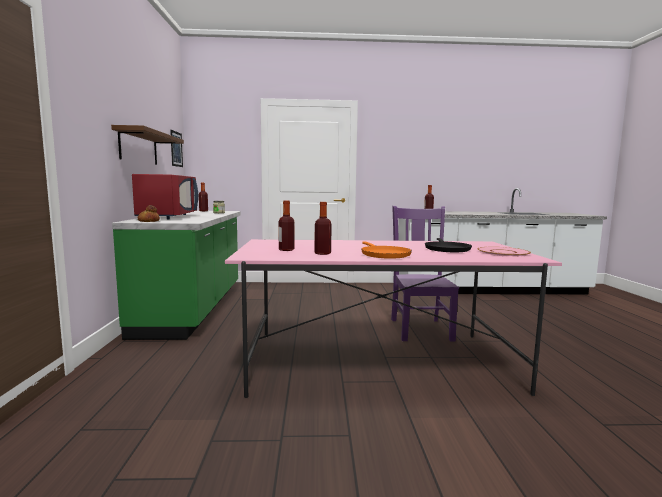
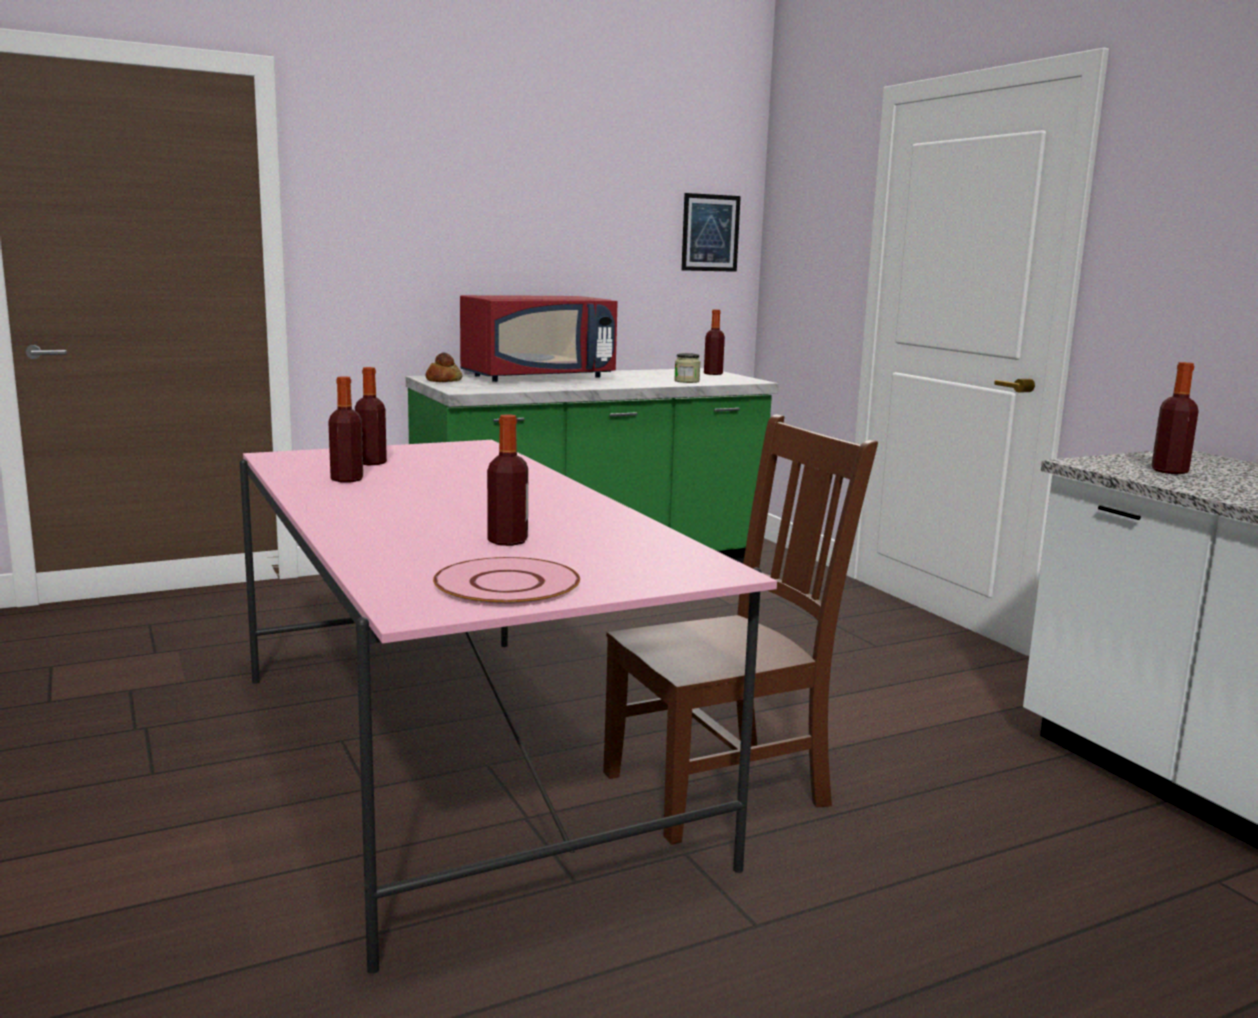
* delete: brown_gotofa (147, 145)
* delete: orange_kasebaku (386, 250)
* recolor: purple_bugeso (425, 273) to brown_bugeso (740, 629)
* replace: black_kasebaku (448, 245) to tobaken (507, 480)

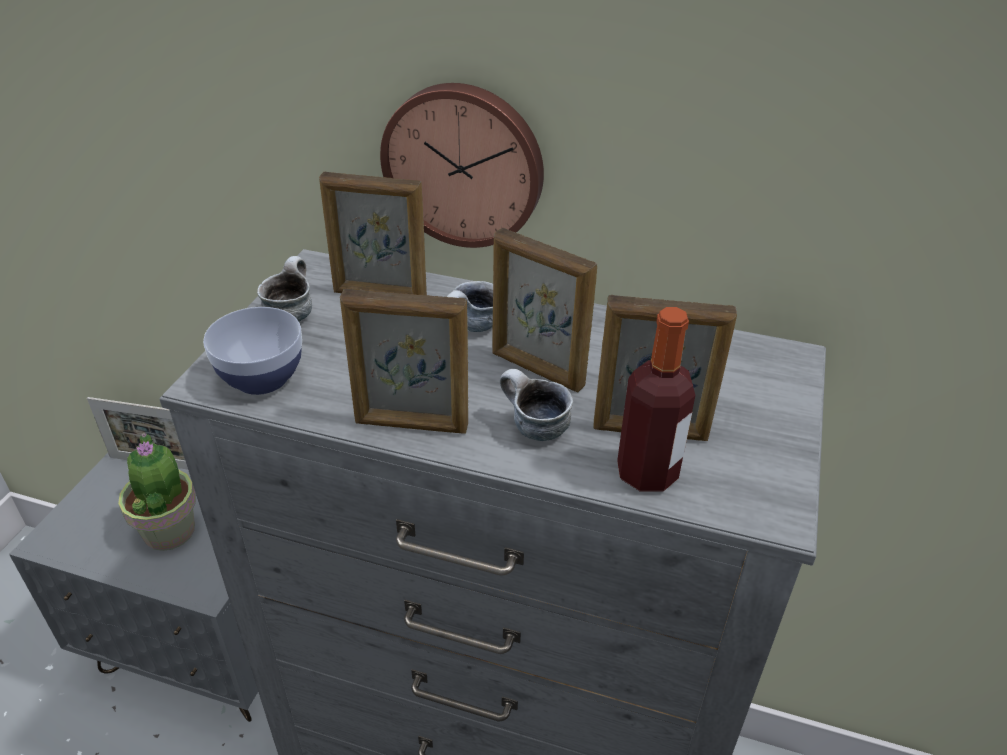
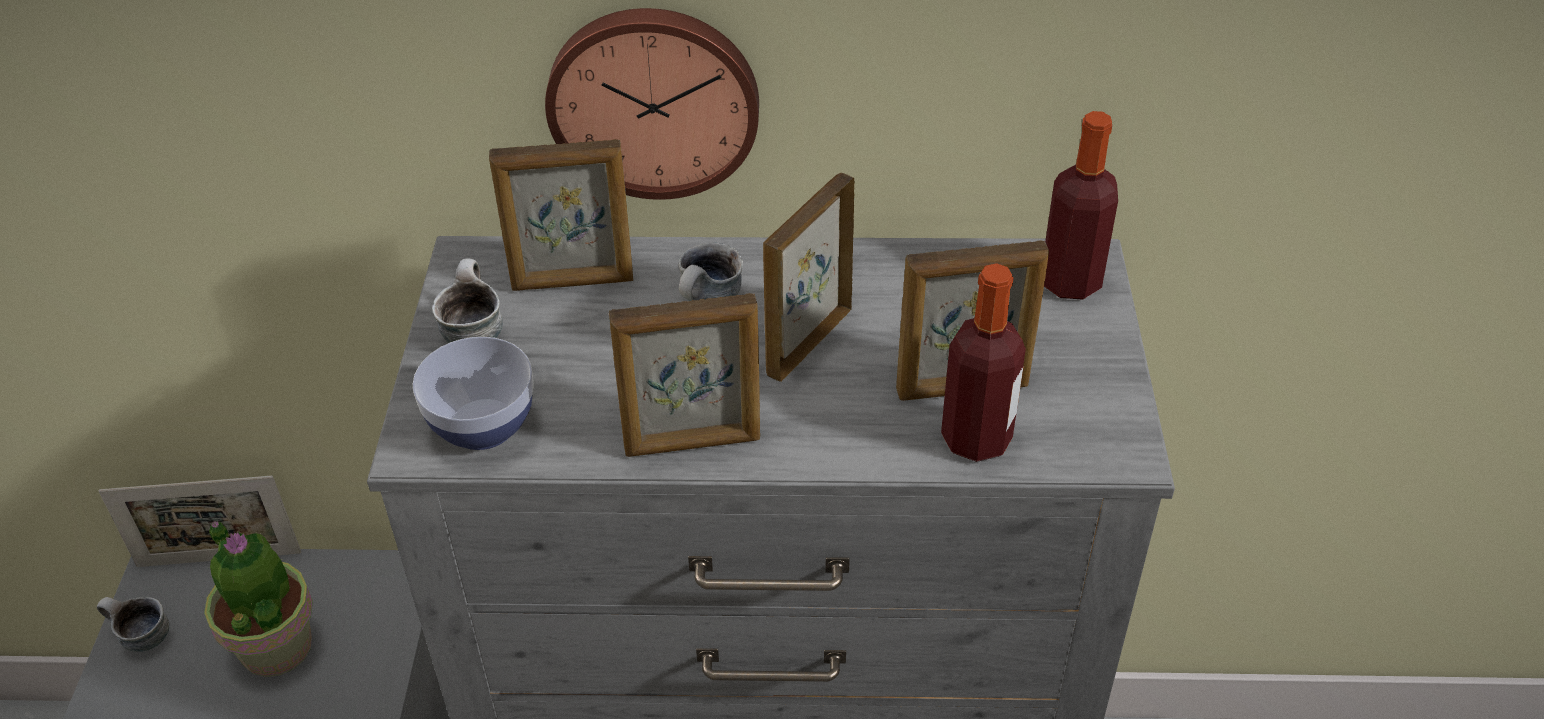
* rotate: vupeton (544, 310) = (809, 277) 105 degrees clockwise
* move: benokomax (536, 405) to (133, 624)
* insert: tobaken (1081, 205)

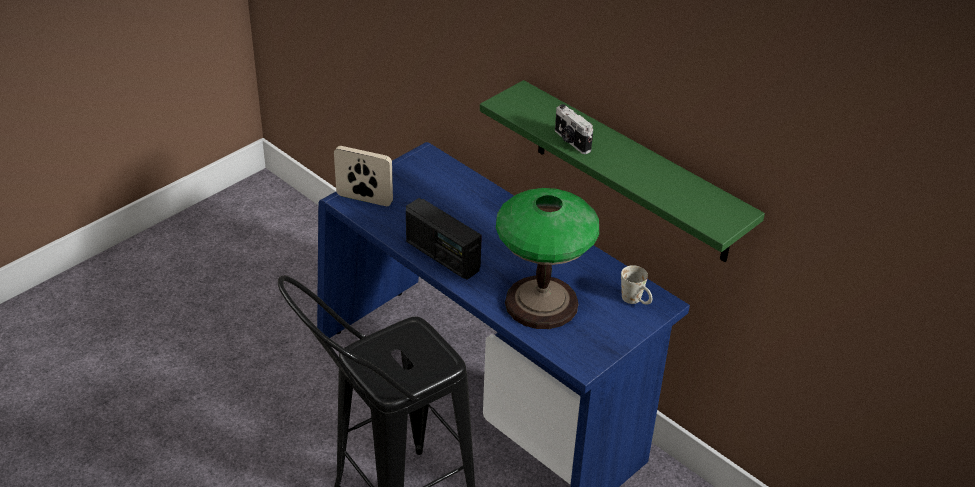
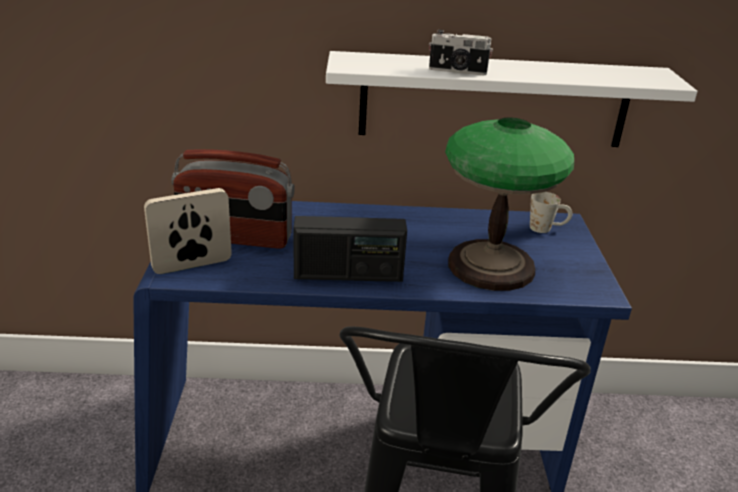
* recolor: green_gotofa (622, 171) to white_gotofa (511, 99)
* insert: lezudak (233, 199)

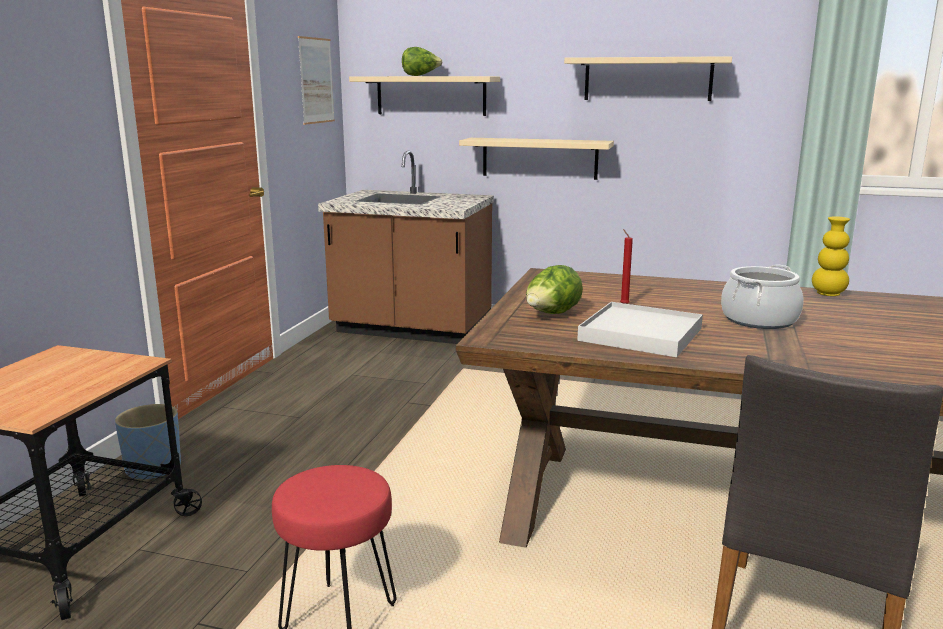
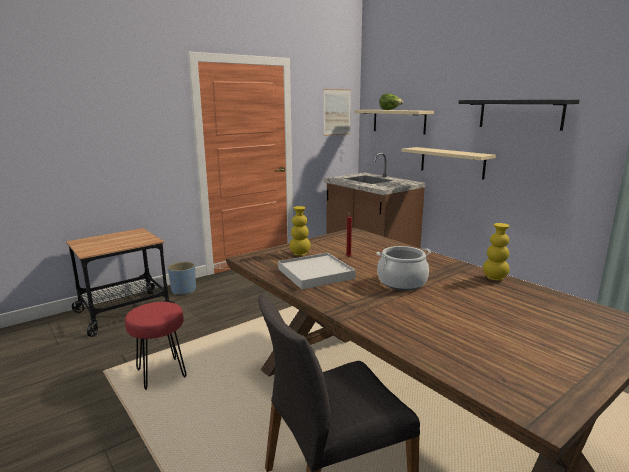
* replace: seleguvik (554, 289) to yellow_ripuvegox (300, 231)
* recolor: beige_gotofa (648, 78) to black_gotofa (519, 115)

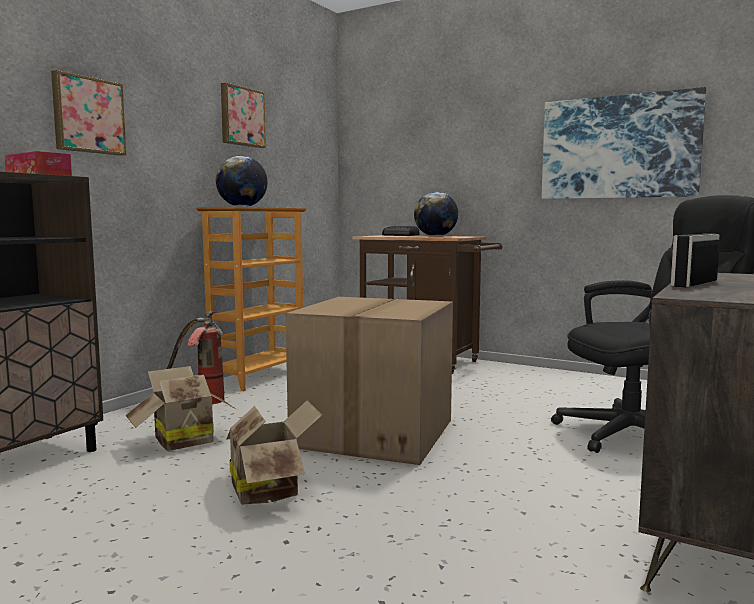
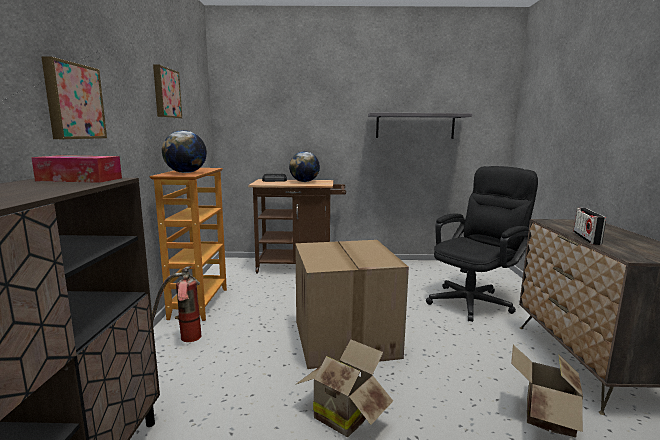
* move: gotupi (181, 408) to (547, 391)
* replace: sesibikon (624, 143) to grey_gotofa (420, 125)

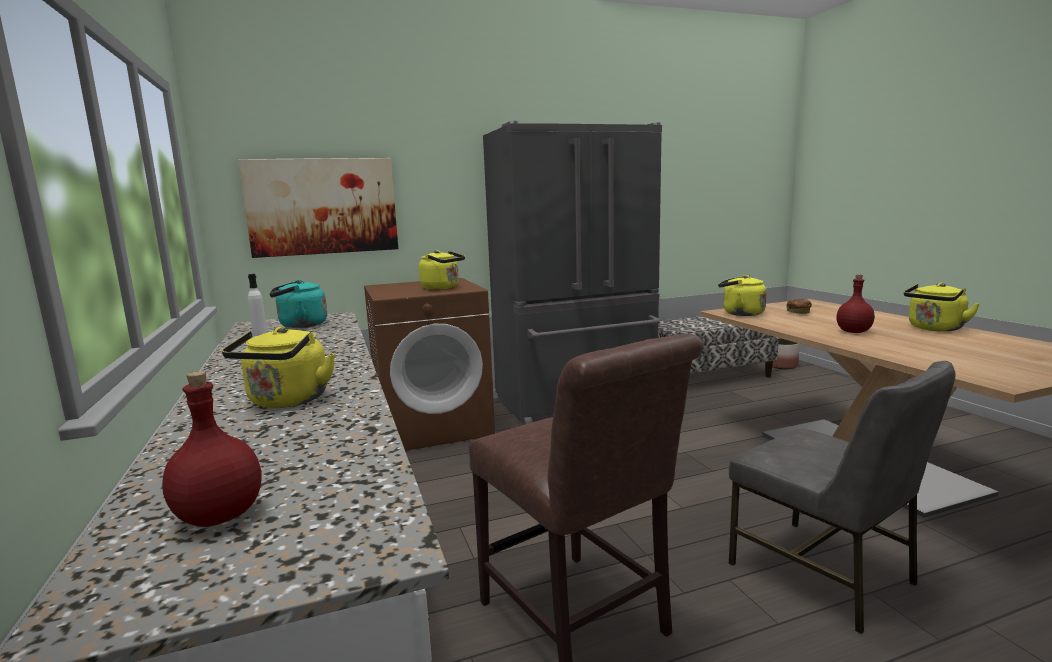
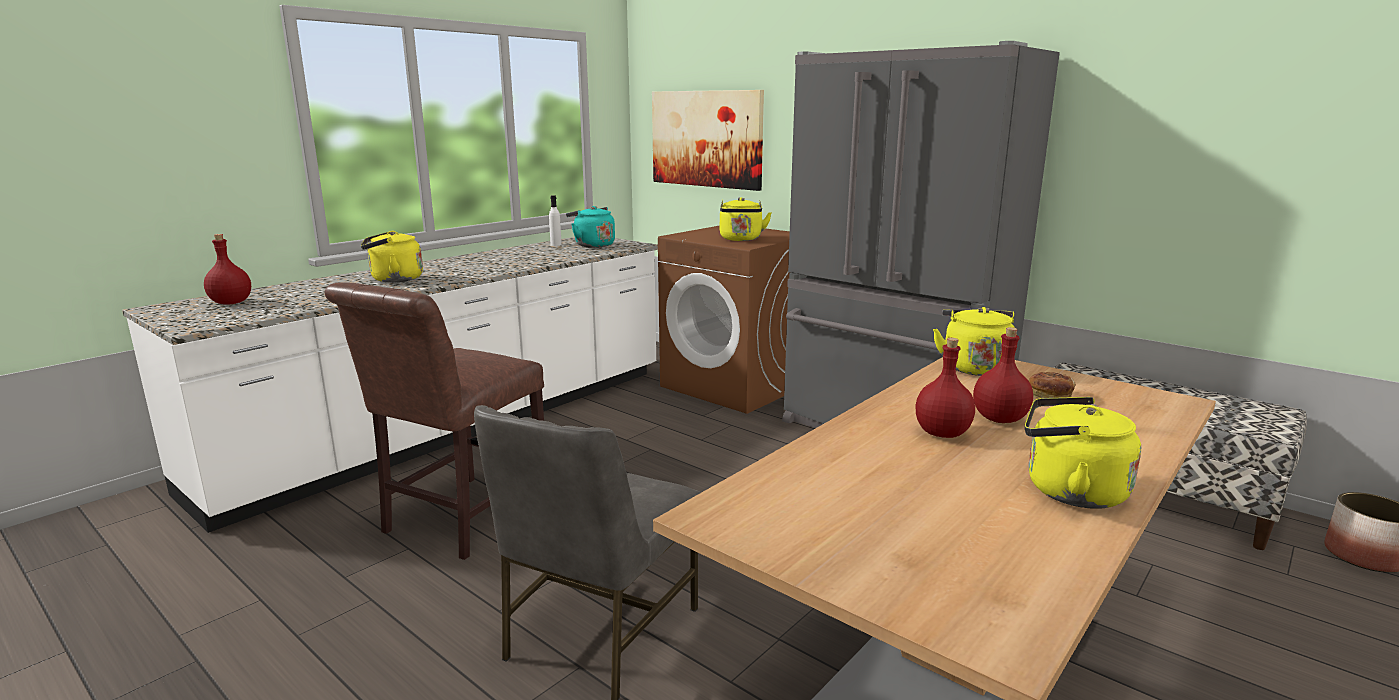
* insert: red_tobaken (1003, 375)

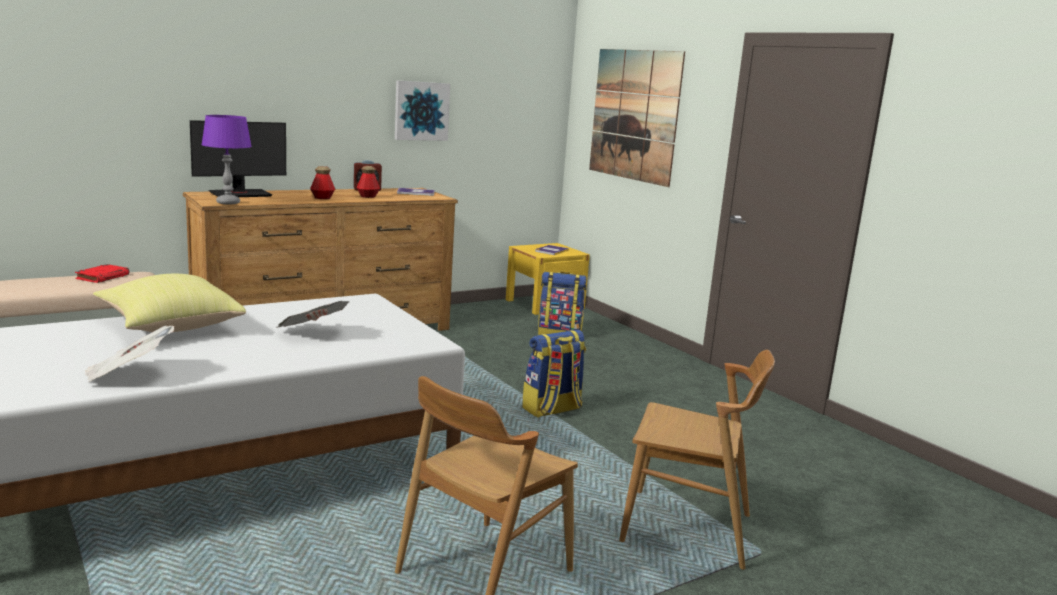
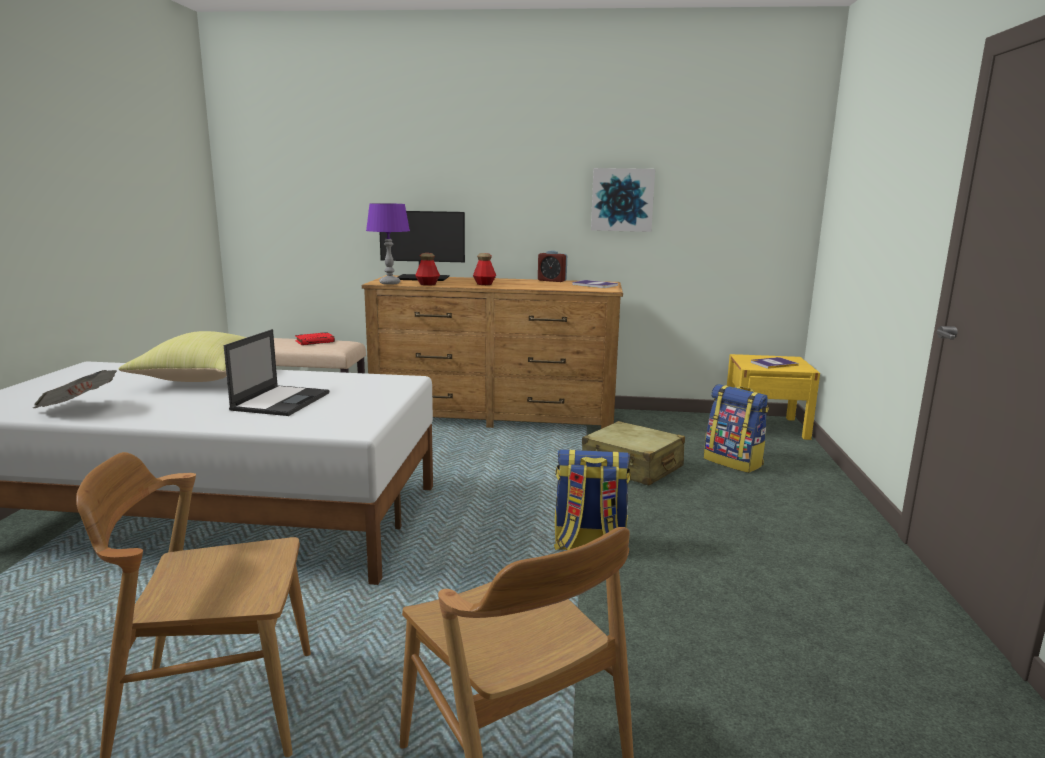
* replace: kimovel (313, 314) to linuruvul (276, 372)
* move: tobaken (368, 182) to (427, 269)
* delete: sesibikon (637, 118)
* insert: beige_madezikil (633, 453)

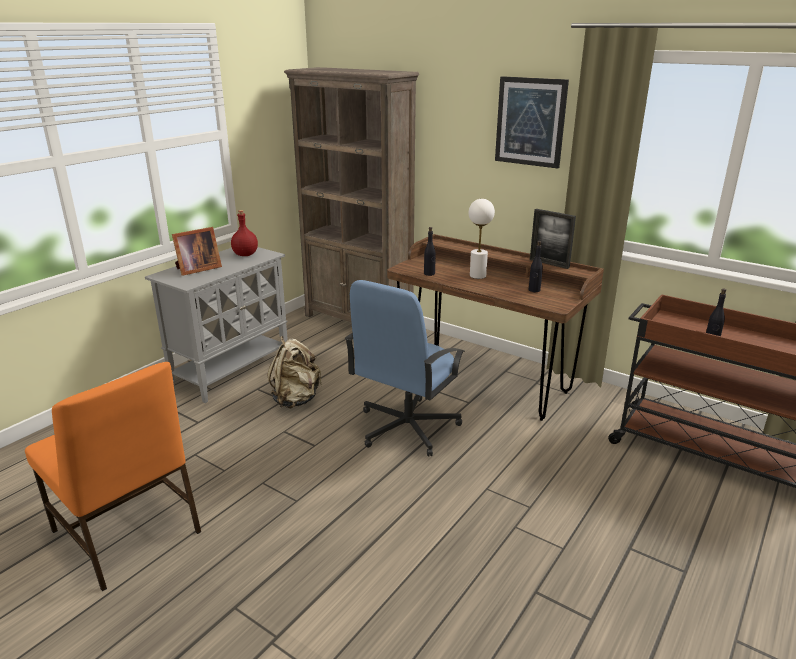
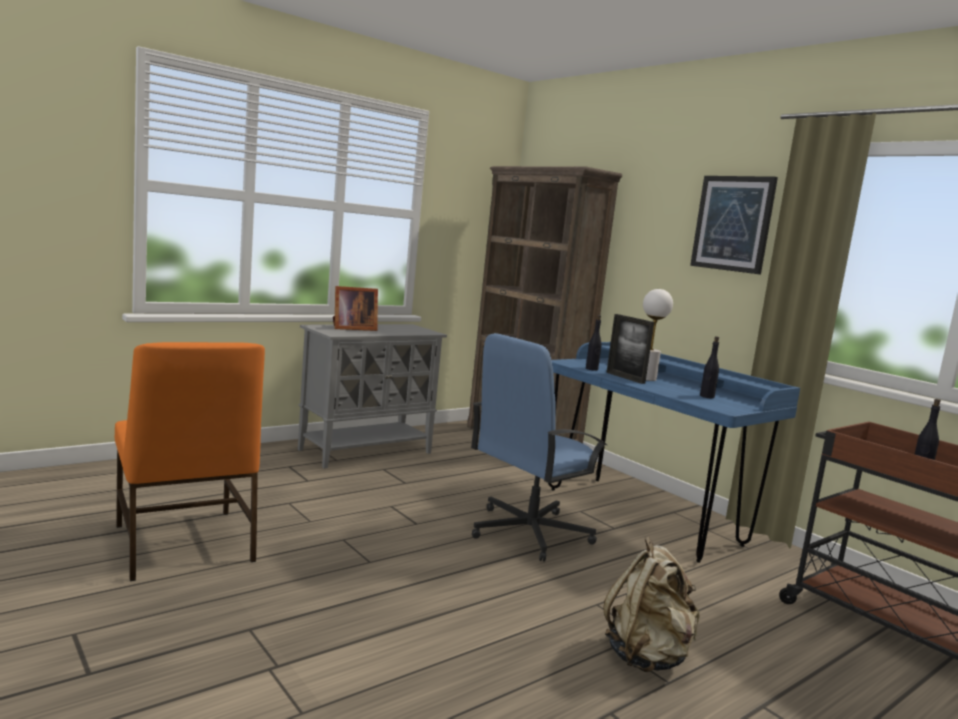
* delete: red_tobaken (244, 233)
* move: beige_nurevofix (294, 372) to (651, 604)
* recolor: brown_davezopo (495, 327) to blue_davezopo (674, 452)
* move: vupeton (553, 239) to (630, 349)

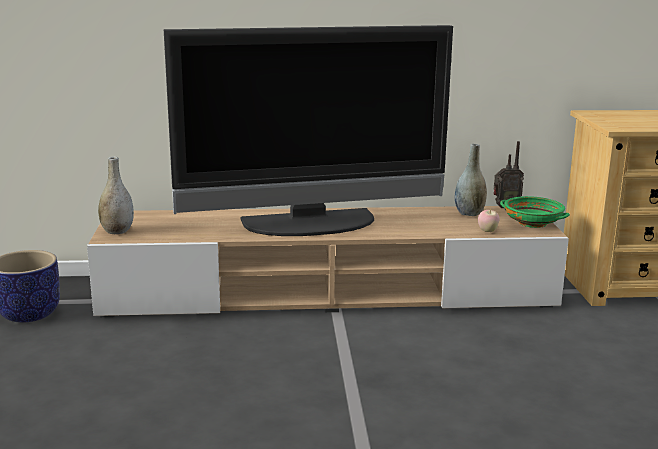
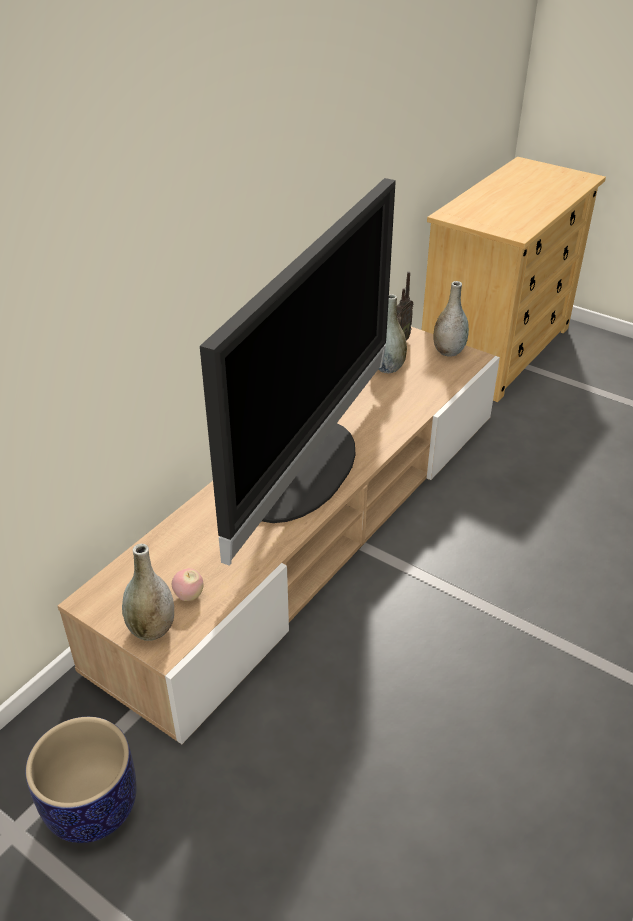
* move: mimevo (489, 220) to (187, 584)
* replace: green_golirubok (535, 212) to grey_ripuvegox (451, 319)

